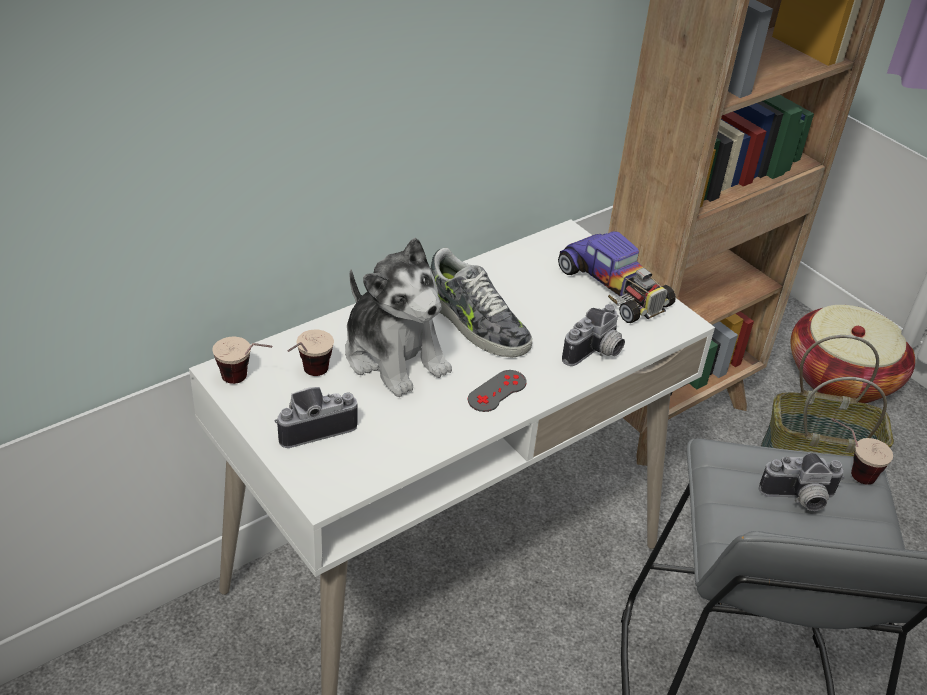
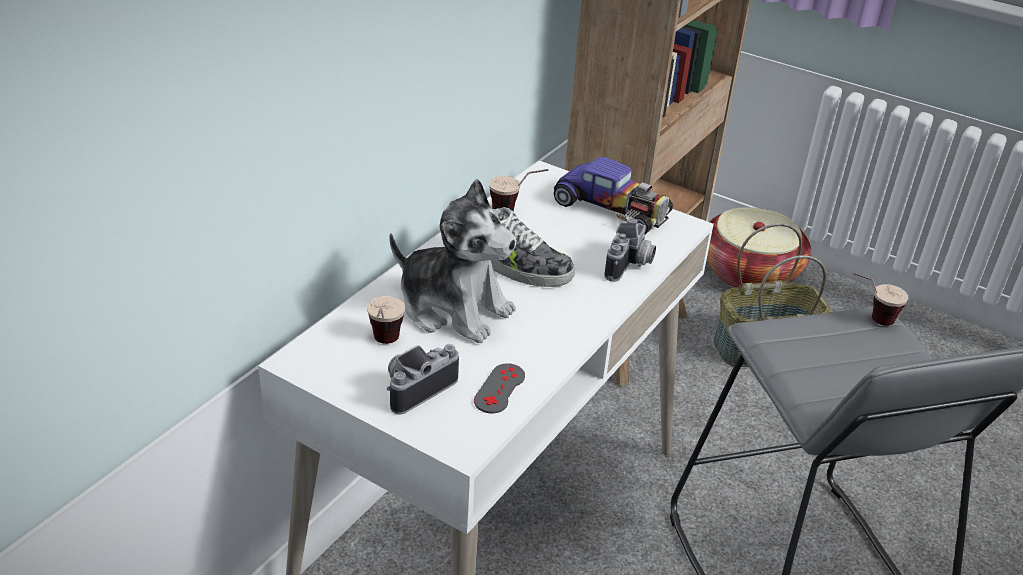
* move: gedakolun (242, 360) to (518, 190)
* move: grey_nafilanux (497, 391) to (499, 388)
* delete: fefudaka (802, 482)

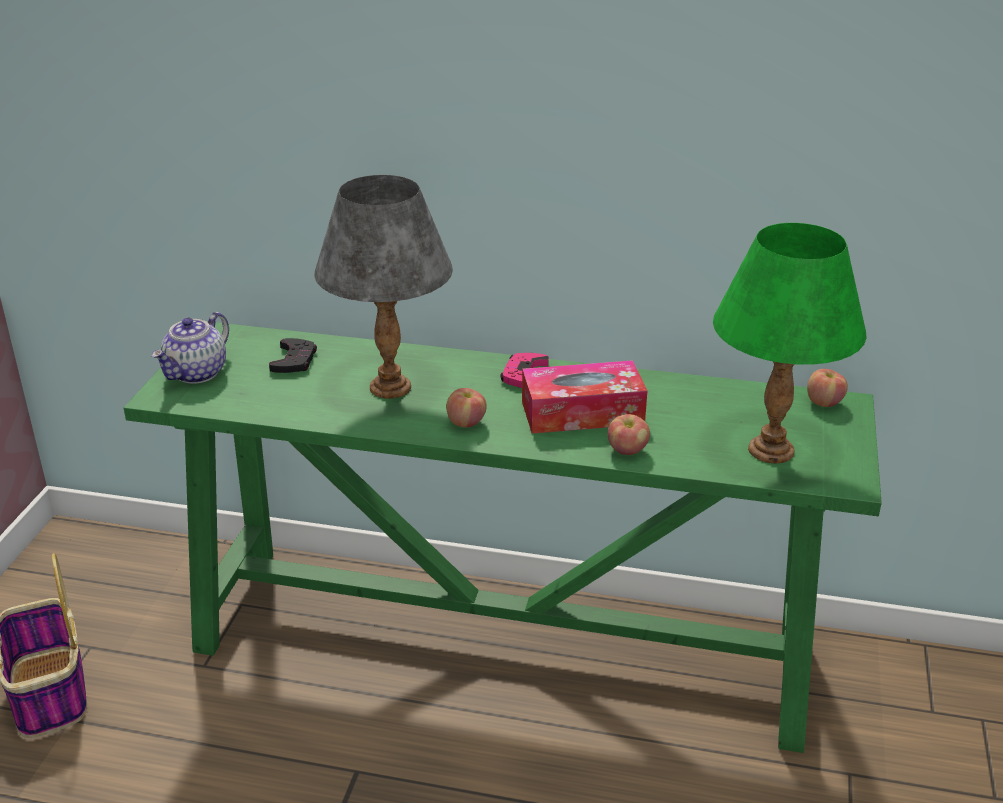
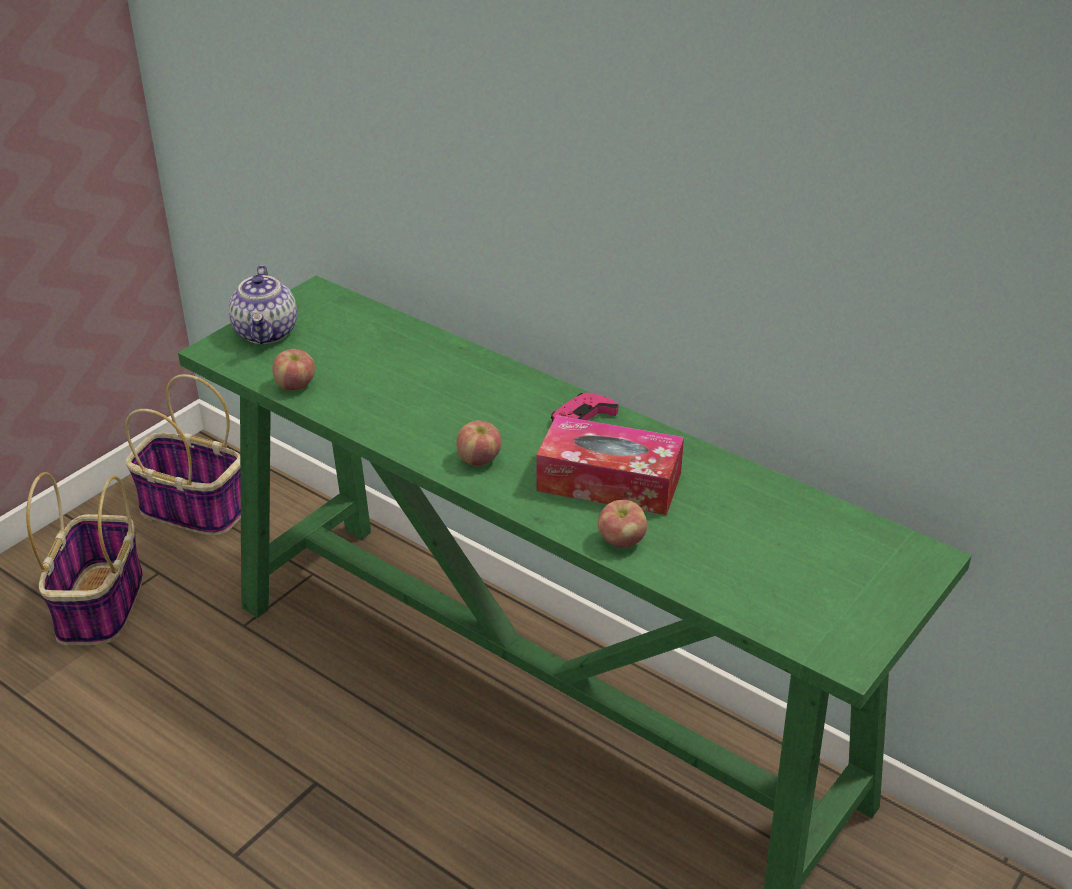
* rotate: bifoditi (190, 348) = (262, 304) 60 degrees counterclockwise
* delete: black_nafilanux (293, 355)
* delete: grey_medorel (384, 287)
* delete: green_medorel (790, 343)
* move: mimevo (827, 388) to (293, 370)
* insert: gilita (183, 455)

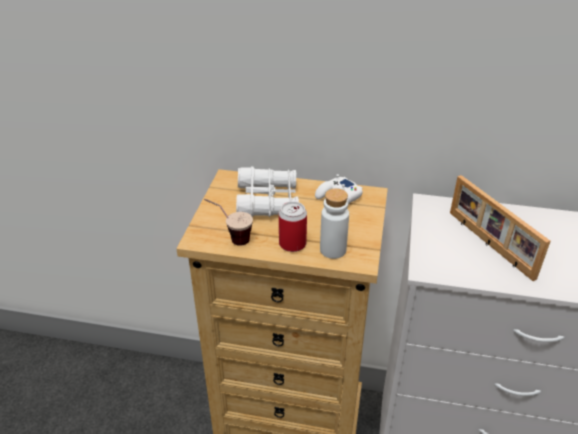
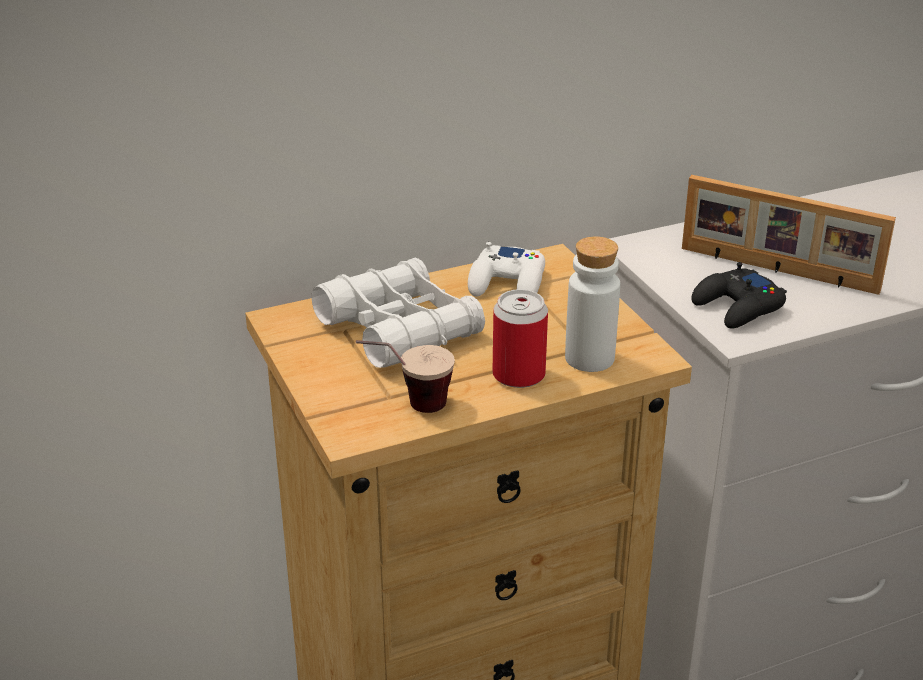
* insert: black_nafilanux (739, 295)

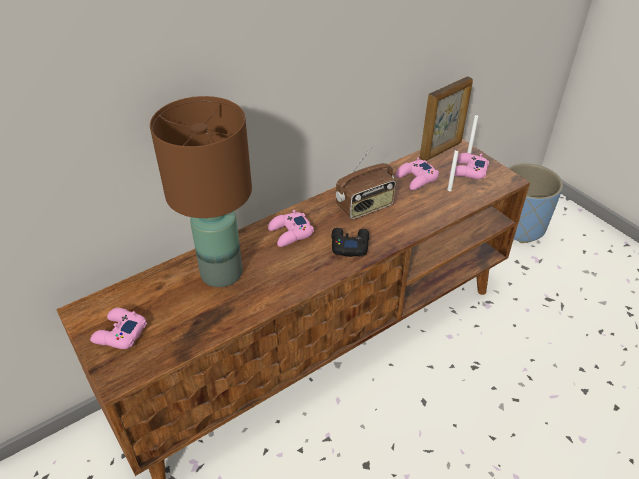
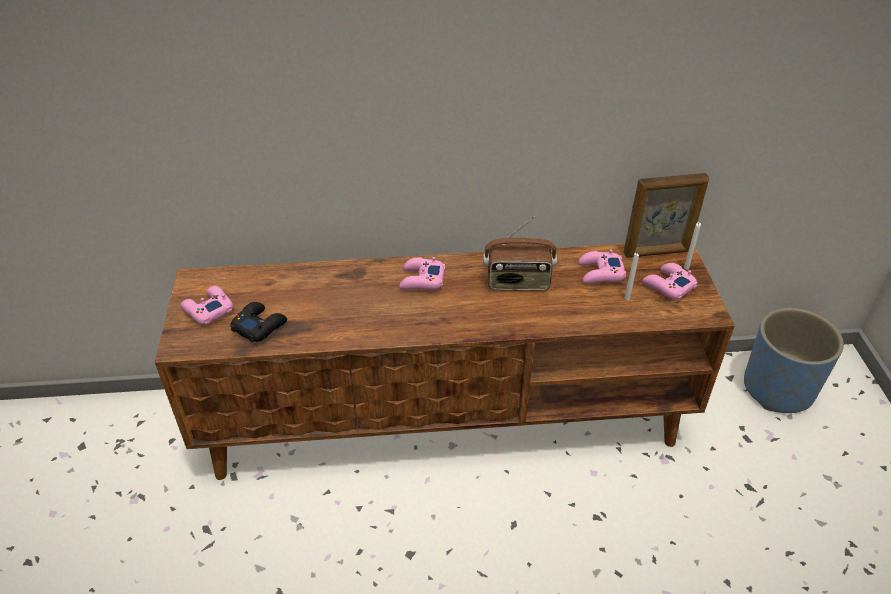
* delete: brown_medorel (201, 191)
* move: black_nafilanux (350, 242) to (258, 322)

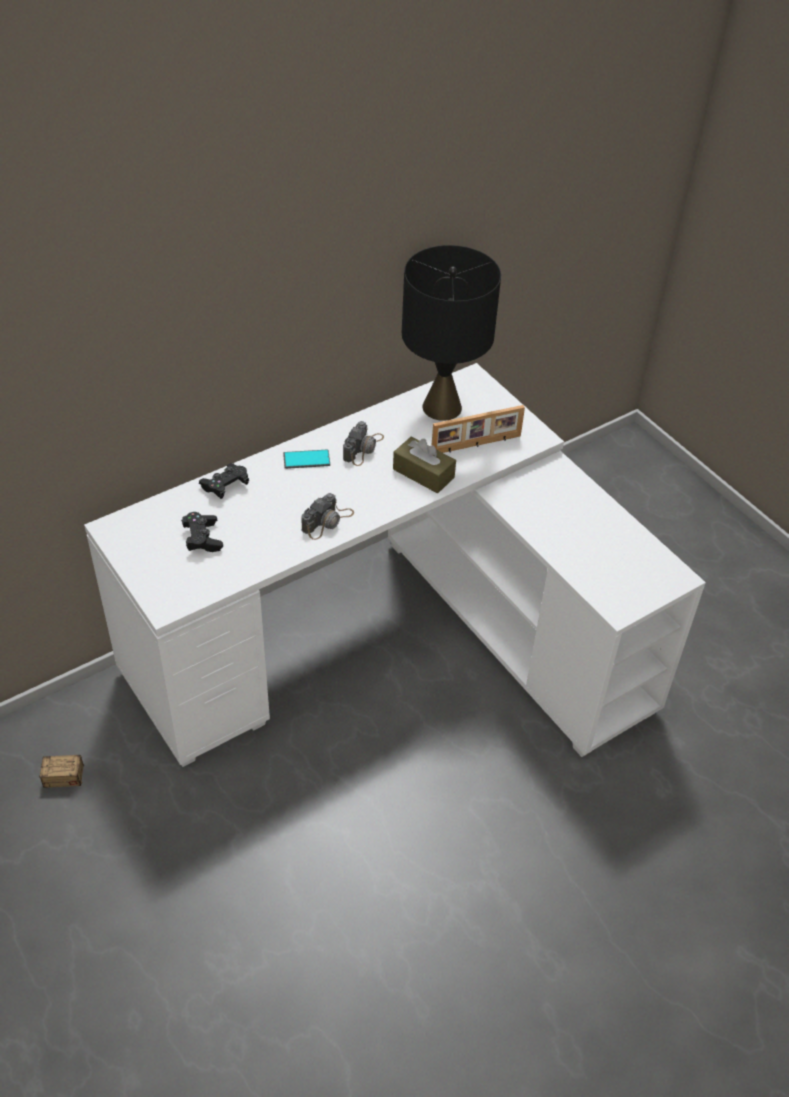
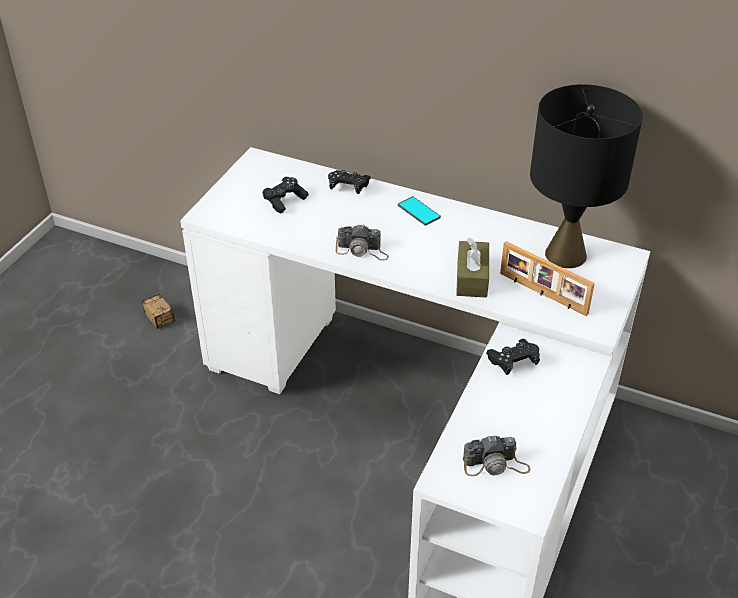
* move: fefudaka (363, 443) to (496, 455)
* insert: black_nafilanux (513, 357)

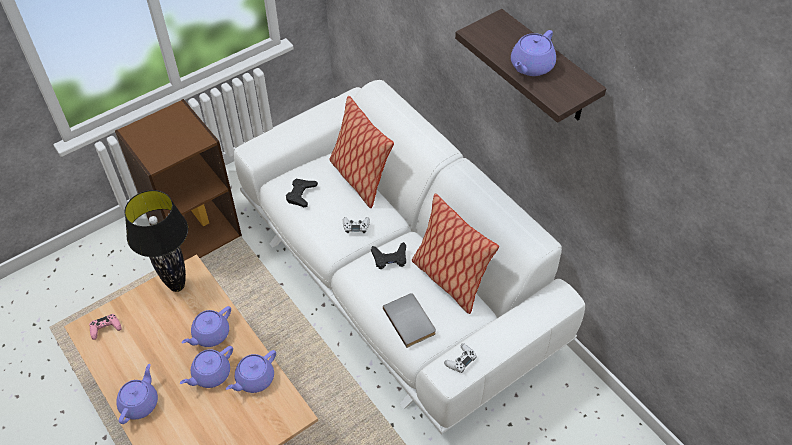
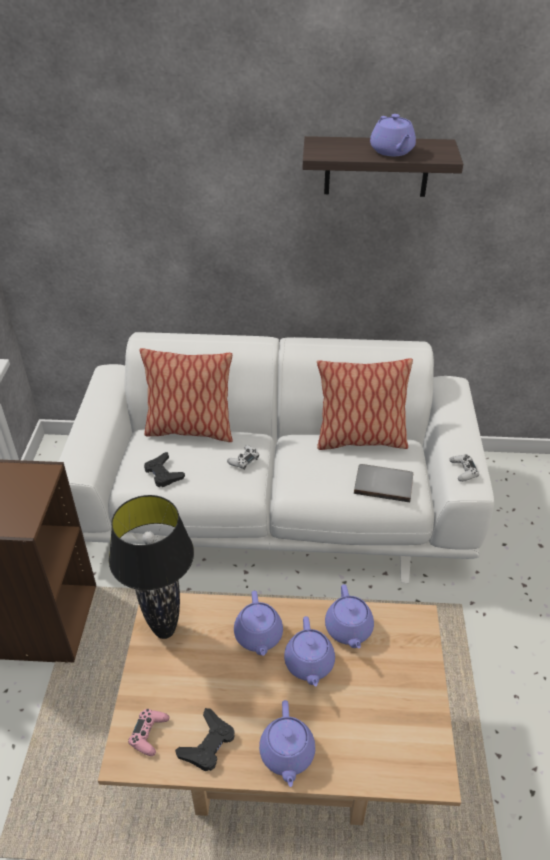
* rotate: purple_bifoditi (137, 394) = (287, 743) 150 degrees counterclockwise
* move: black_nafilanux (388, 255) to (205, 739)

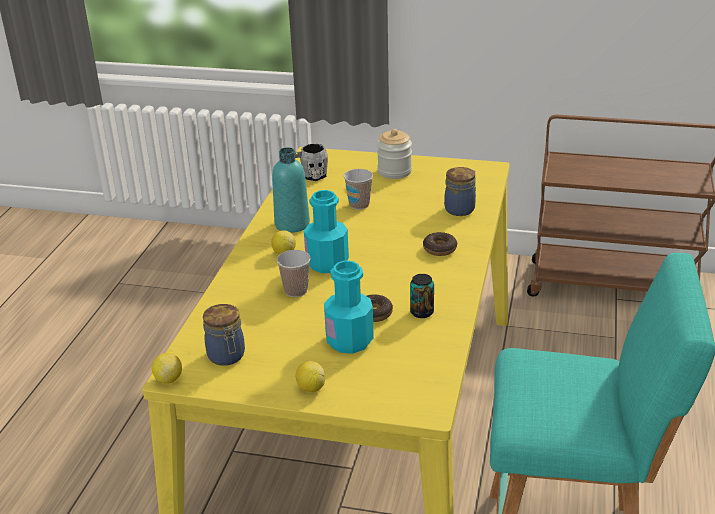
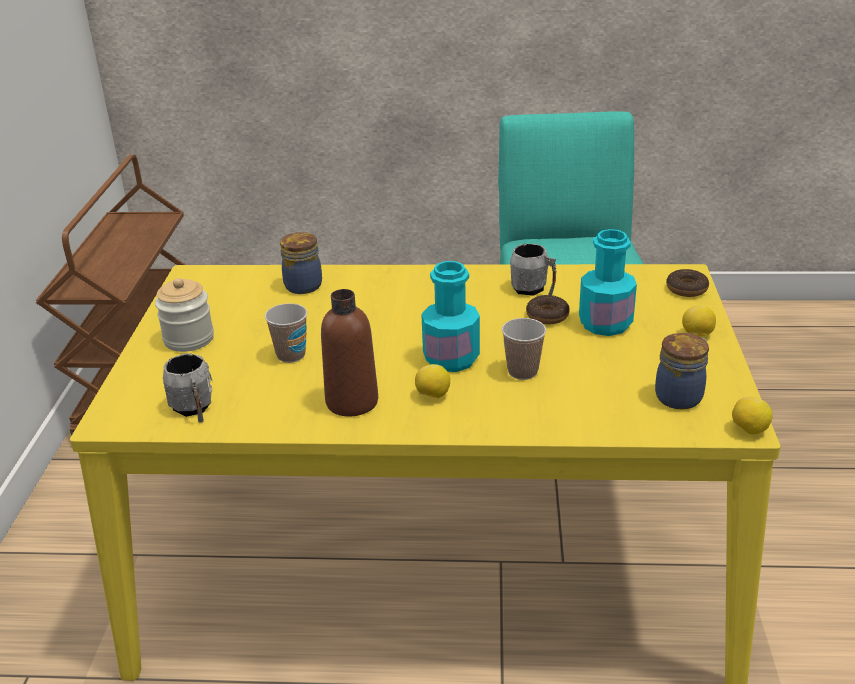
* recolor: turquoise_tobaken (291, 190) to brown_tobaken (349, 353)
* replace: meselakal (422, 296) to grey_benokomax (533, 270)
* move: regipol (440, 244) to (687, 283)

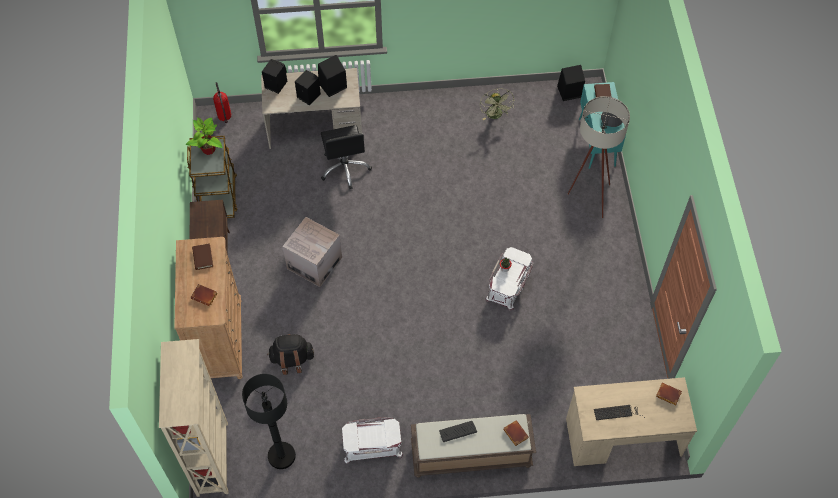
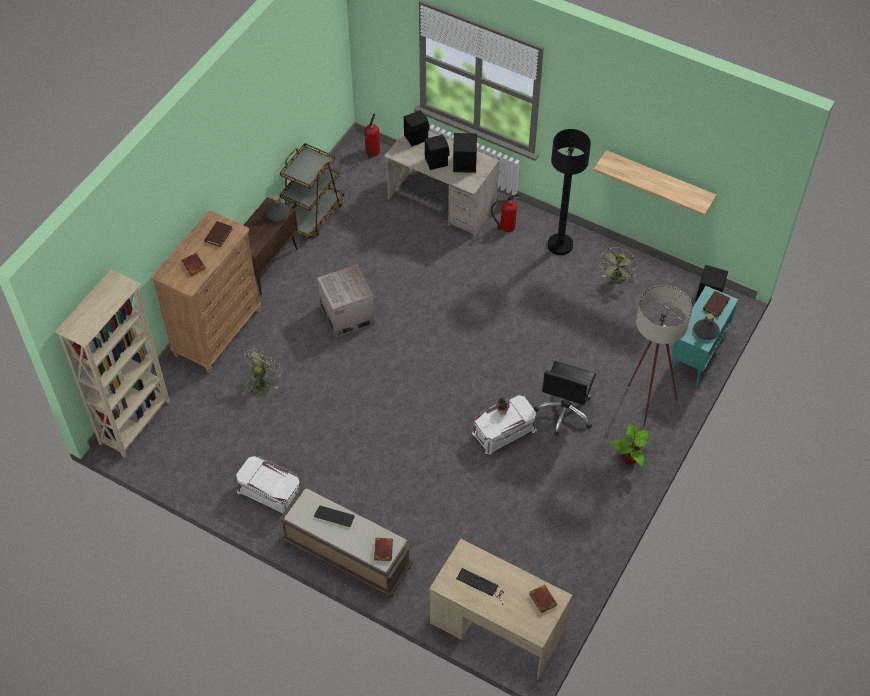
* move: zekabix (204, 136) to (629, 444)
* move: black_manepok (269, 421) to (569, 192)
* replace: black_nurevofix (290, 354) to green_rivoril (263, 372)
* move: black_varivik (346, 157) to (565, 398)
* insert: grey_tobaken (278, 208)
* insert: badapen (505, 213)
* insert: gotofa (655, 183)

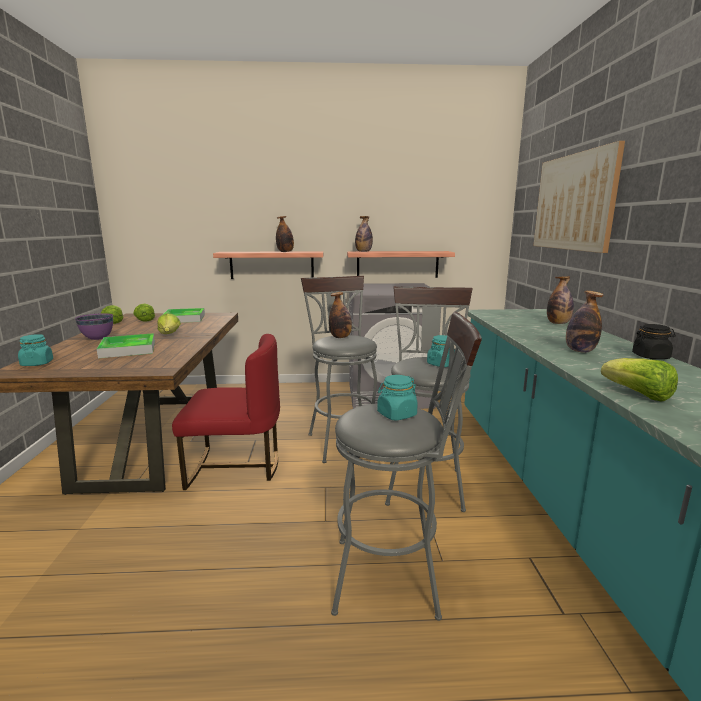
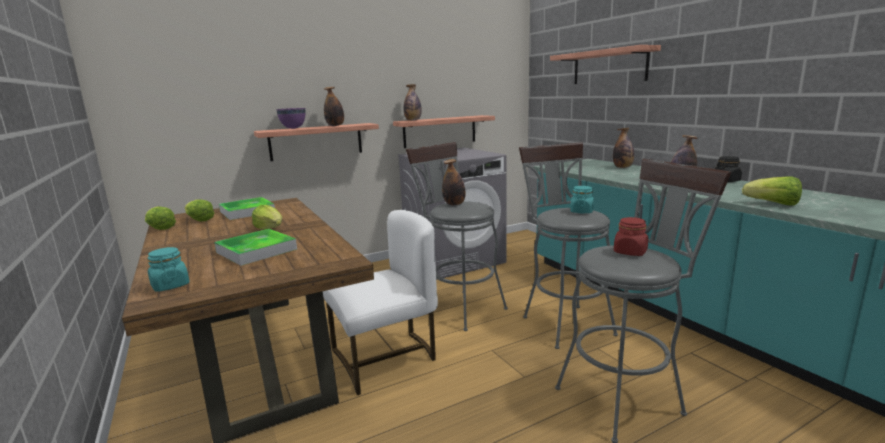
* move: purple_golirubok (94, 326) to (291, 118)
* recolor: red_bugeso (226, 412) to white_bugeso (380, 302)
* recolor: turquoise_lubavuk (397, 398) to red_lubavuk (631, 236)
* replace: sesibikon (579, 197) to gotofa (605, 64)

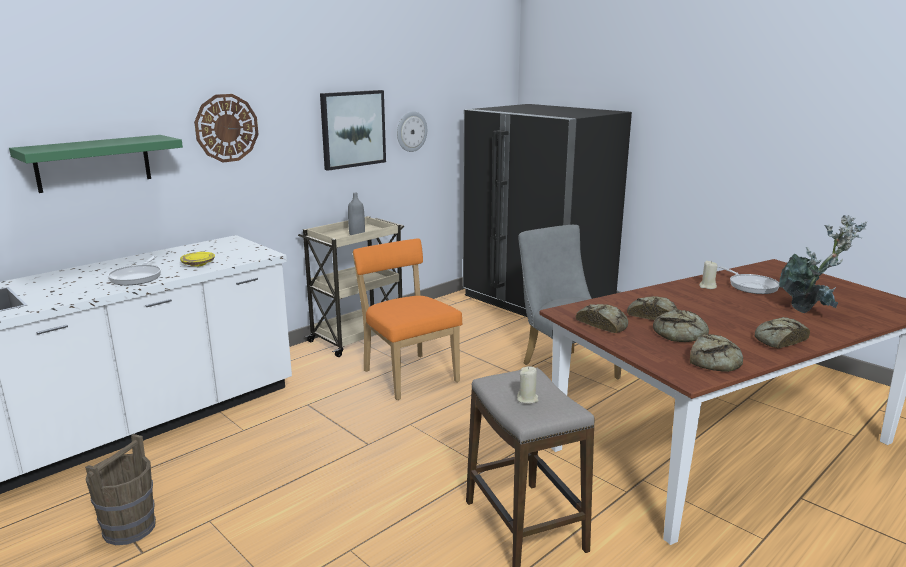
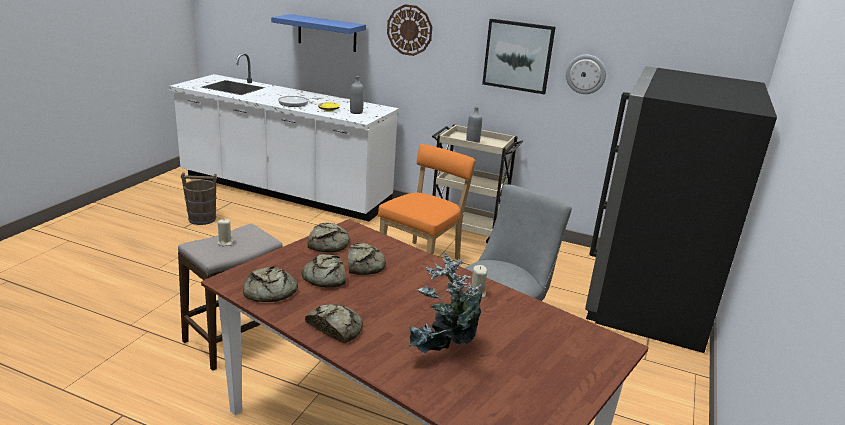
* recolor: green_gotofa (96, 164) to blue_gotofa (318, 33)
* delete: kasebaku (749, 280)
* insert: grey_tobaken (357, 95)

